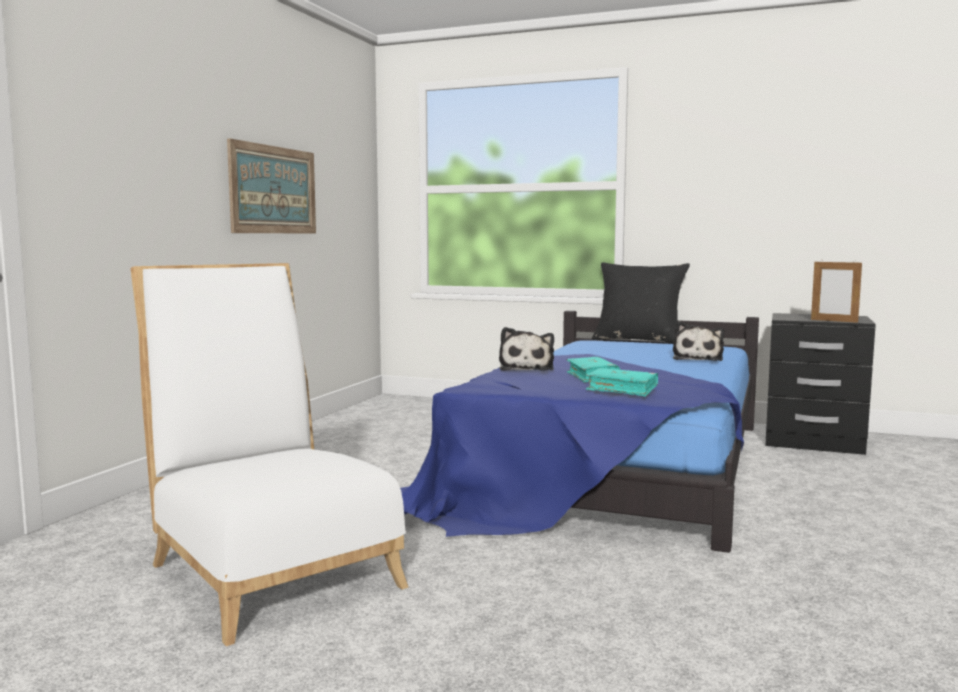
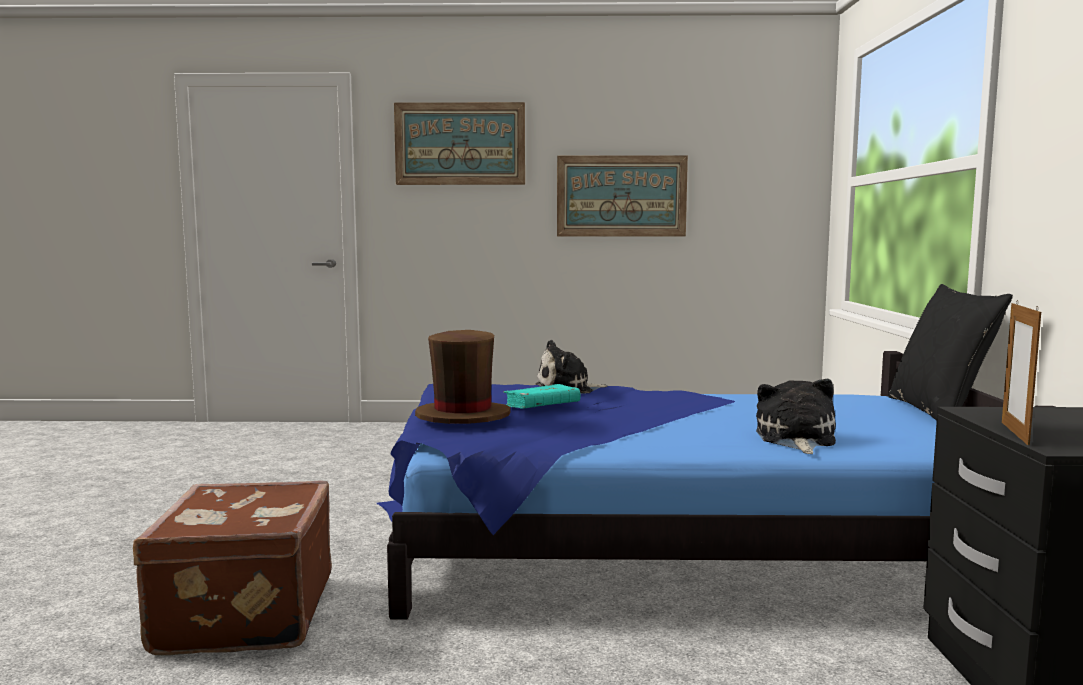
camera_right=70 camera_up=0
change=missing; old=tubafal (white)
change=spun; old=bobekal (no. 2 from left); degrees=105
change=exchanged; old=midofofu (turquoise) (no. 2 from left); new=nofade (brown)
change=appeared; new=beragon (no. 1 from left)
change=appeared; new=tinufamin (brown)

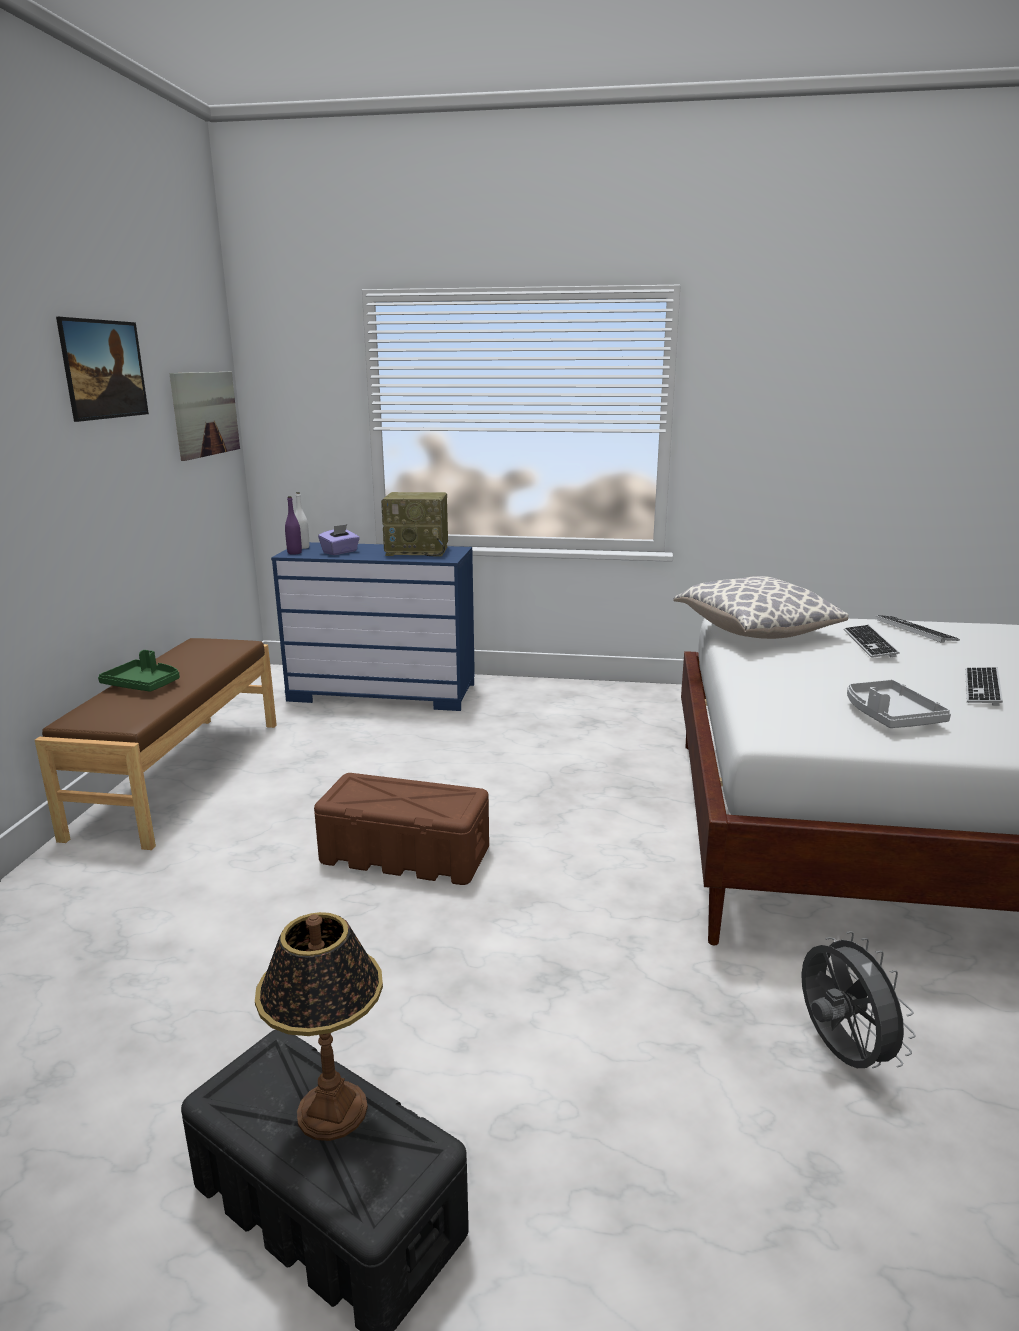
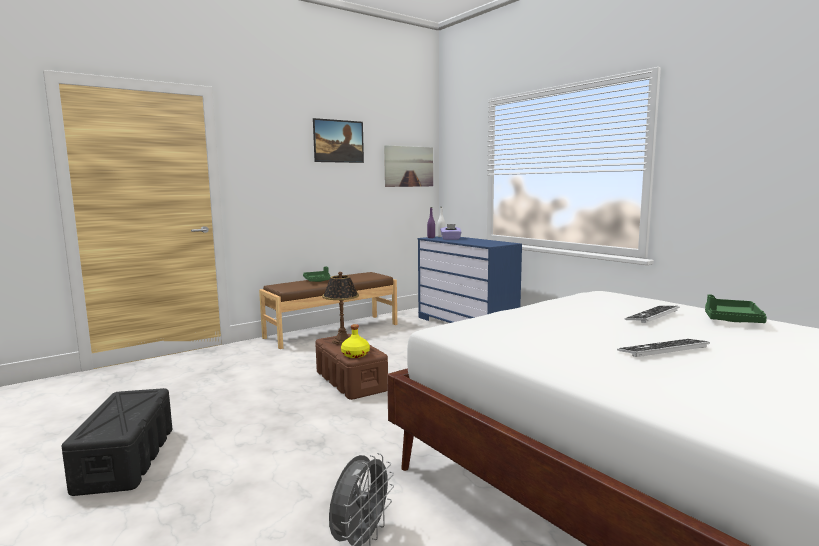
camera_right=45 camera_up=-10
change=missing; old=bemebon
change=missing; old=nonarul
change=exchanged; old=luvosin (no. 2 from left); new=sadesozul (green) (no. 2 from left)
change=missing; old=sadesozul (grey)
change=relocated; old=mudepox
change=appeared; new=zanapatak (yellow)

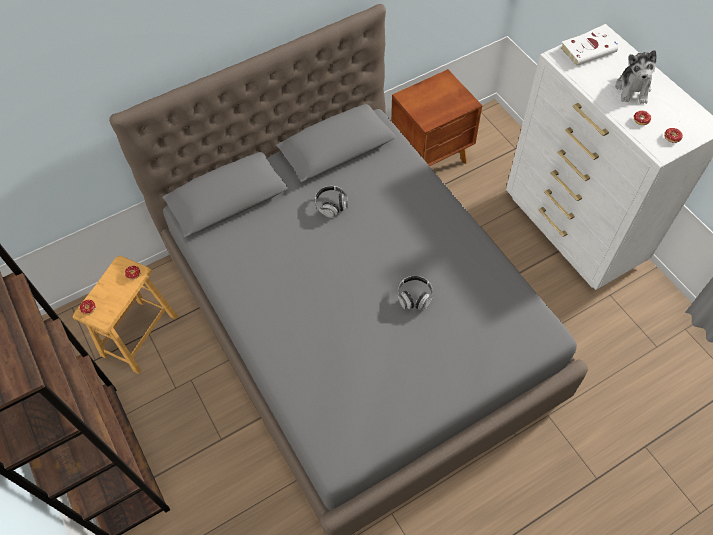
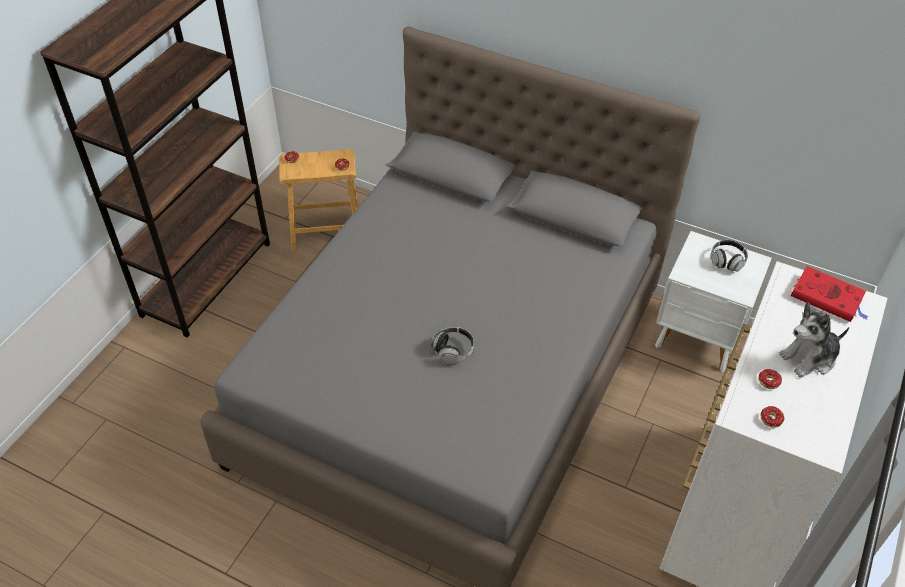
camera_right=55 camera_up=-10
change=colour; old=midofofu (white); new=midofofu (red)
change=colour; old=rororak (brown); new=rororak (white)
change=relocated; old=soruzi (no. 1 from left in the first image); new=soruzi (no. 2 from left)

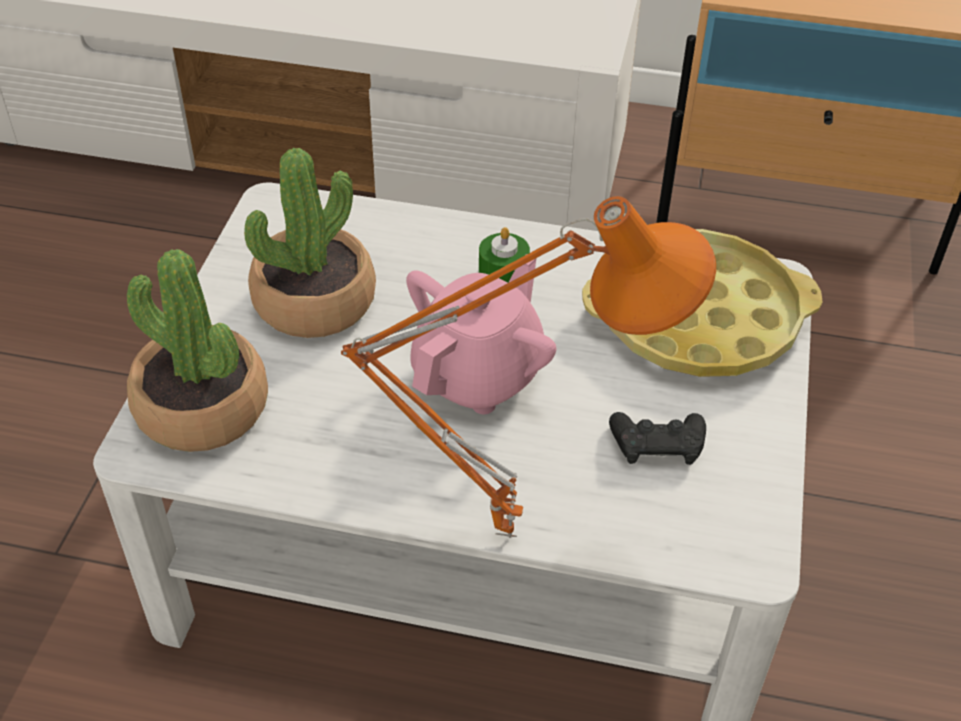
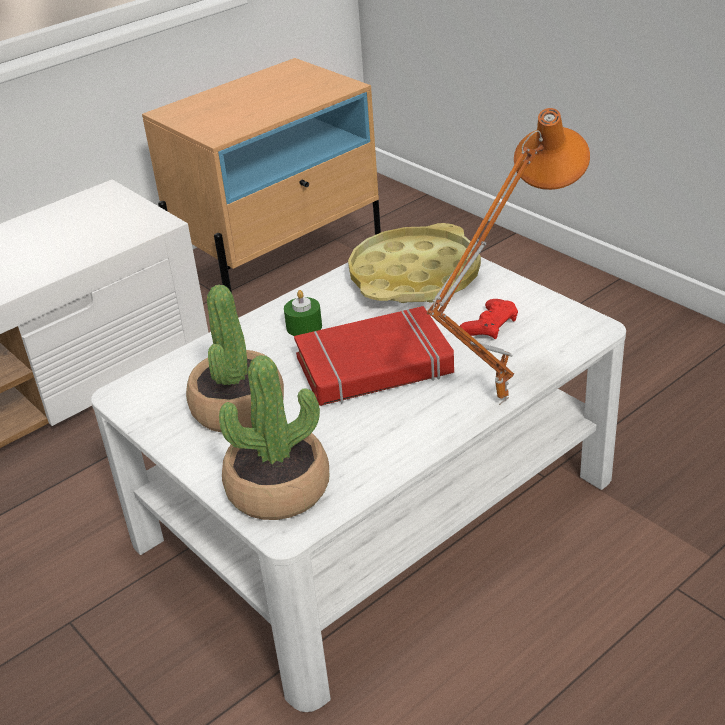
camera_right=-50 camera_up=-10
change=exchanged; old=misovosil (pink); new=midofofu (red)
change=colour; old=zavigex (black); new=zavigex (red)

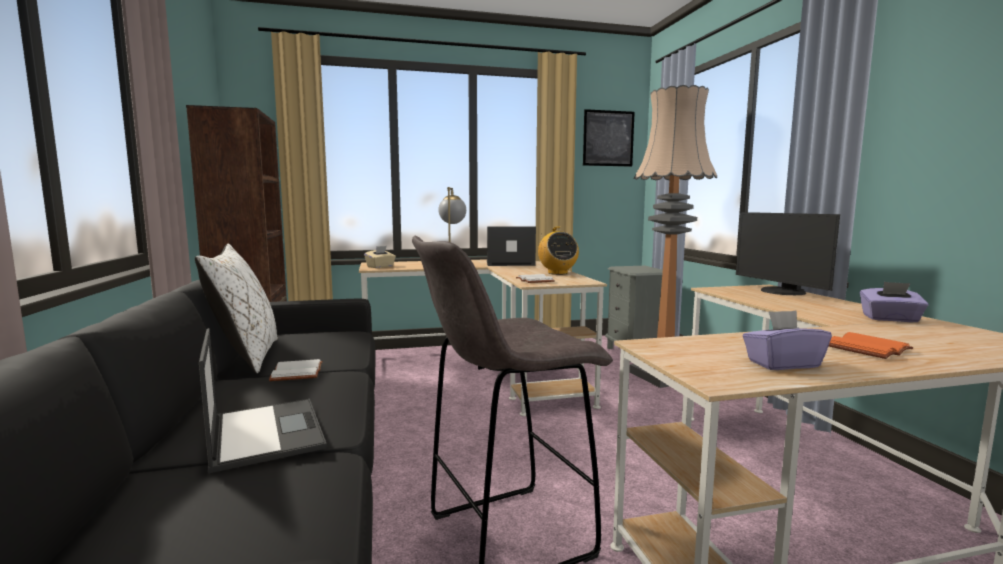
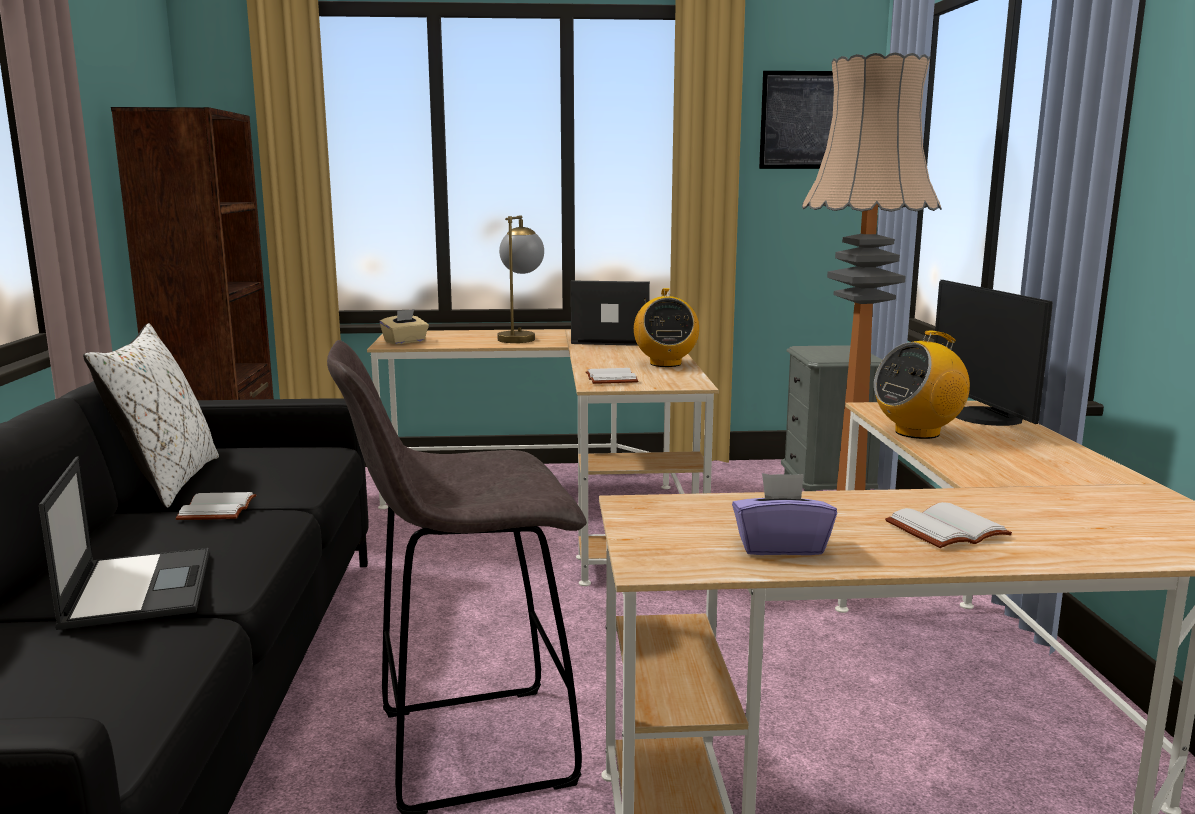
camera_right=10 camera_up=5
change=missing; old=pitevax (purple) (no. 2 from left)
change=colour; old=midofofu (orange); new=midofofu (white) (no. 3 from left)
change=appeared; new=bemebon (no. 2 from left)

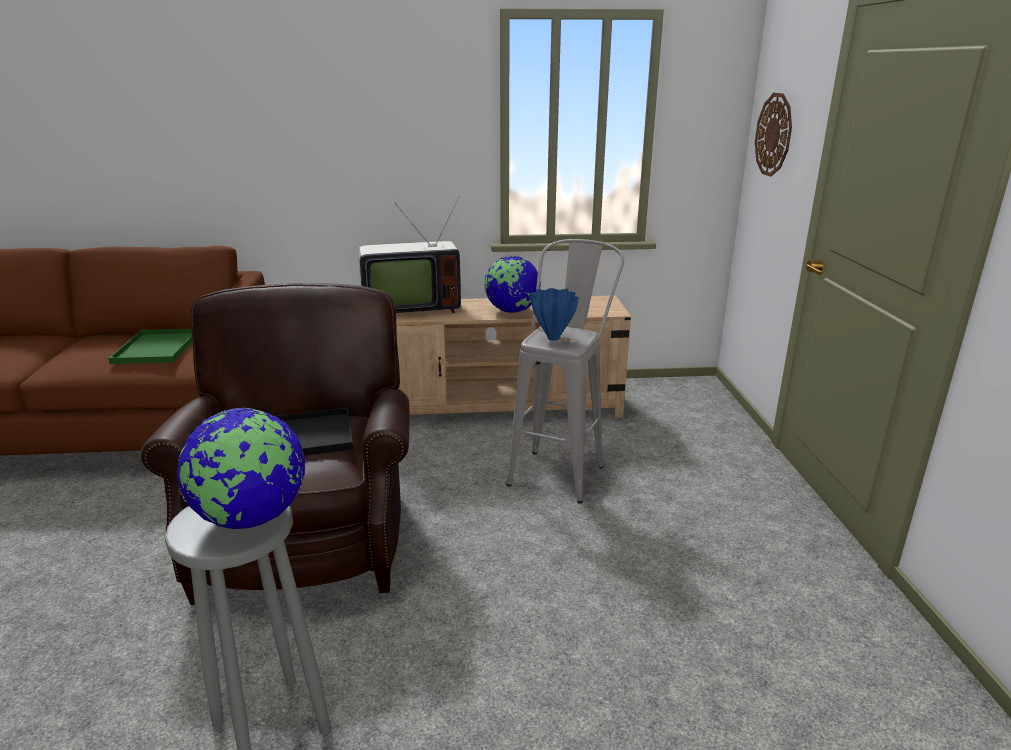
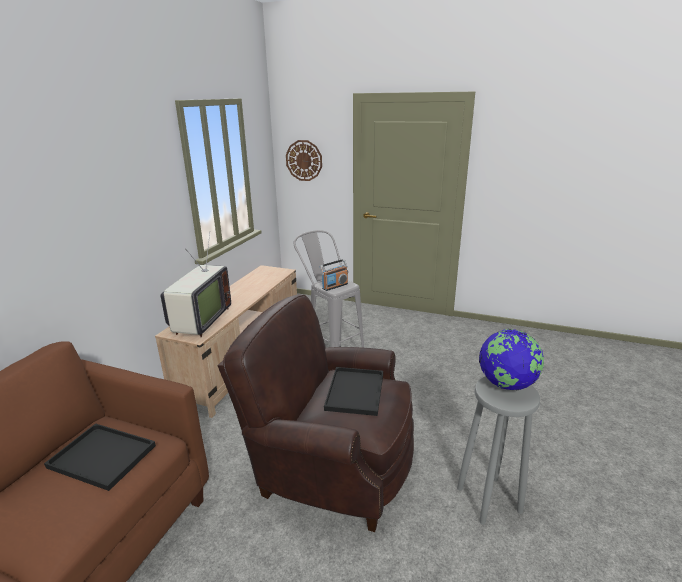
camera_right=-65 camera_up=0
change=missing; old=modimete (no. 2 from left)
change=exchanged; old=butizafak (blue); new=bemebon
change=colour; old=sadesozul (green); new=sadesozul (black) (no. 1 from left)

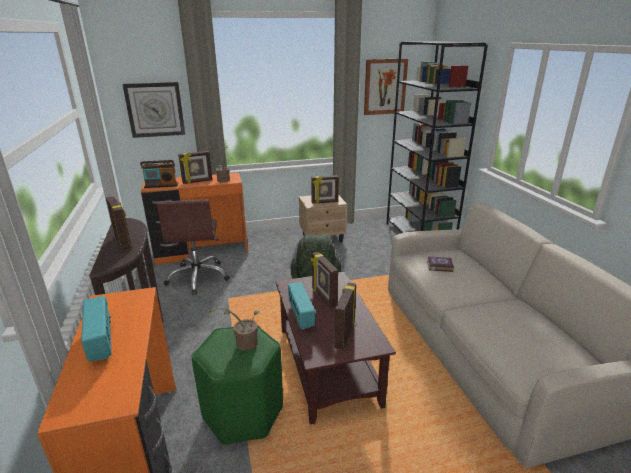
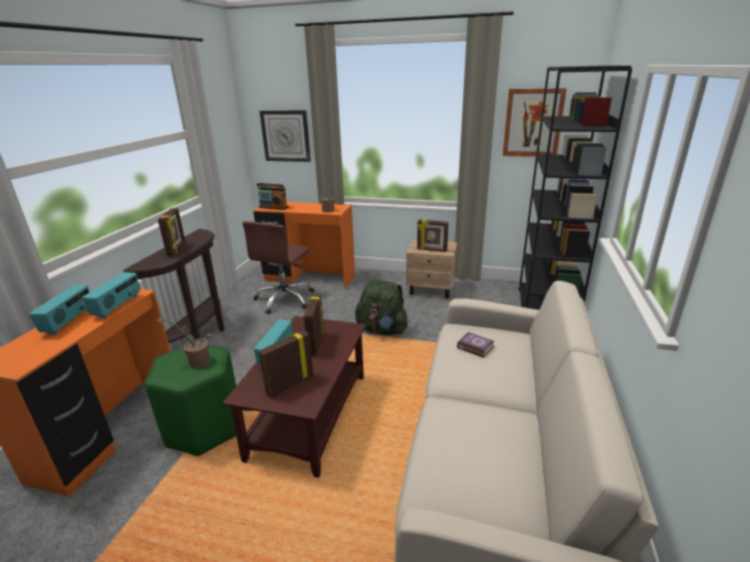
camera_right=30 camera_up=0
change=missing; old=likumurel (no. 2 from left)
change=appeared; new=bemebon (no. 2 from left)

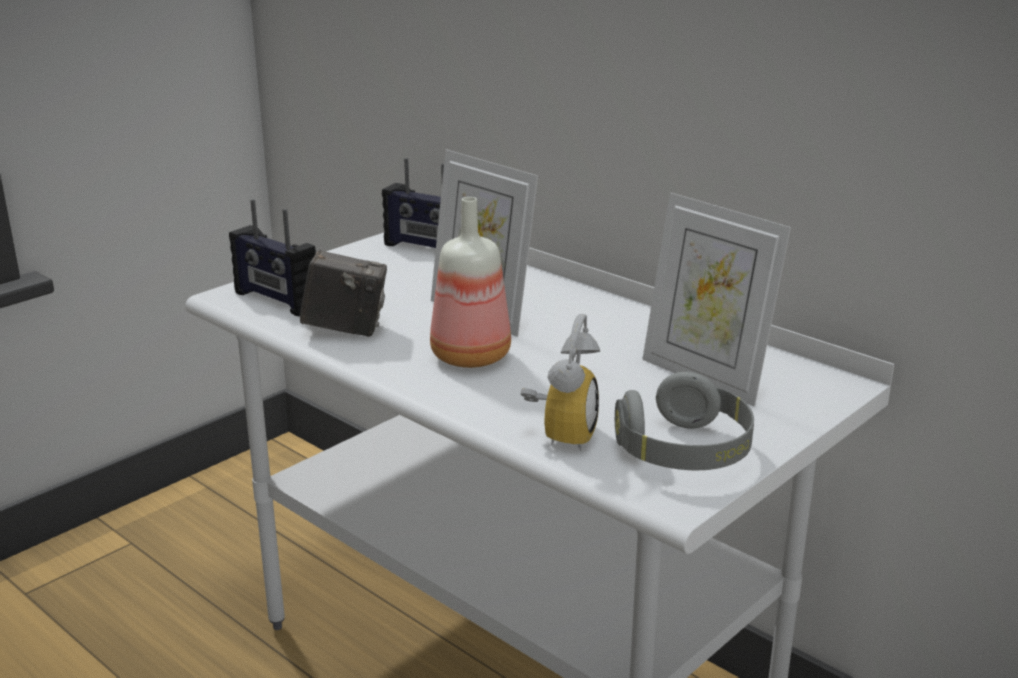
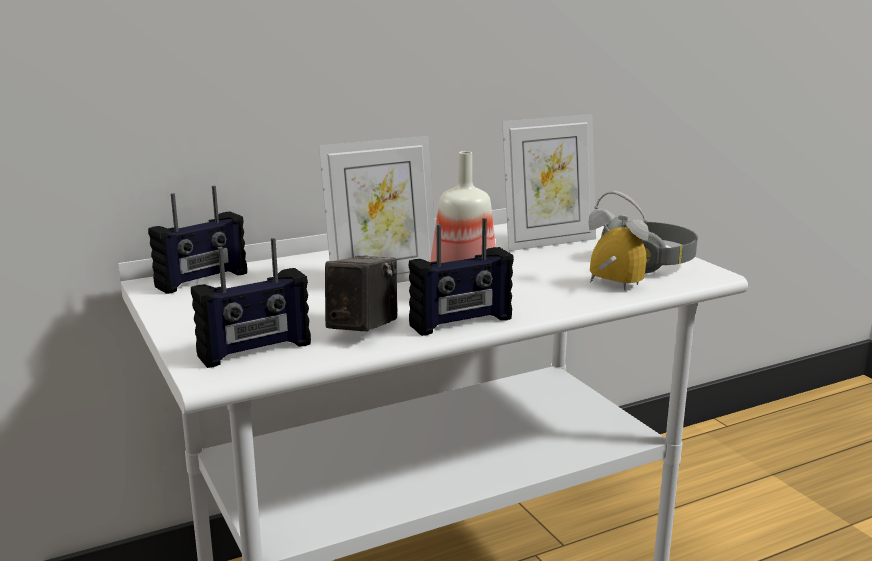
camera_right=-70 camera_up=-5
change=appeared; new=bemebon (no. 3 from left)

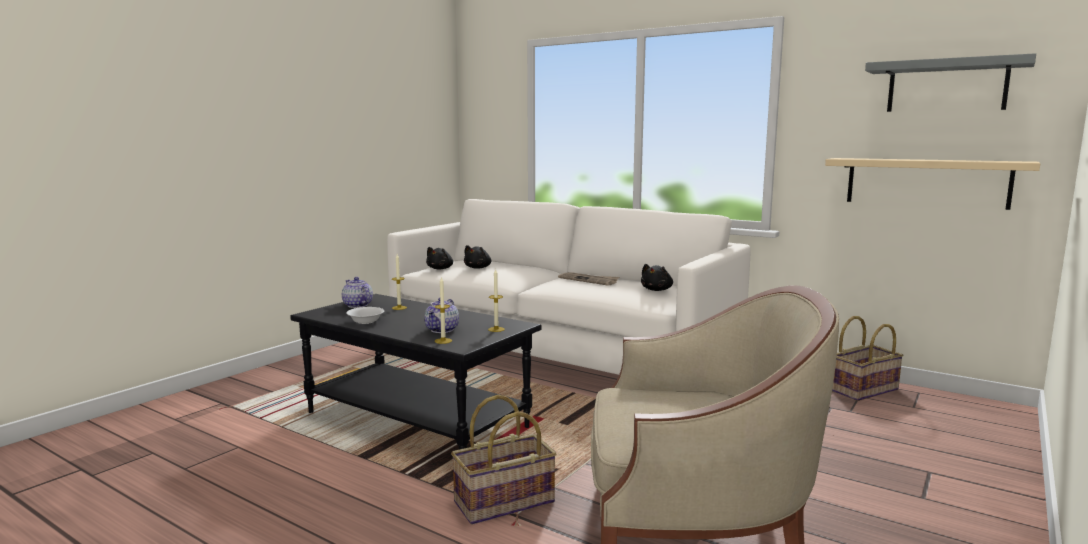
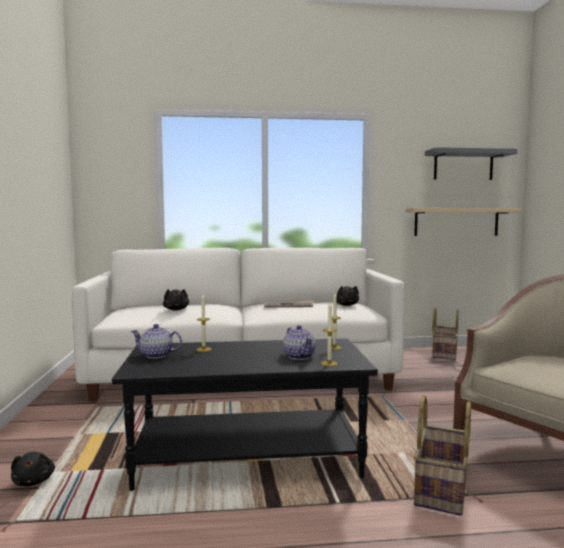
camera_right=-40 camera_up=-5
change=relocated; old=bobekal (black) (no. 1 from left)
change=missing; old=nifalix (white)

